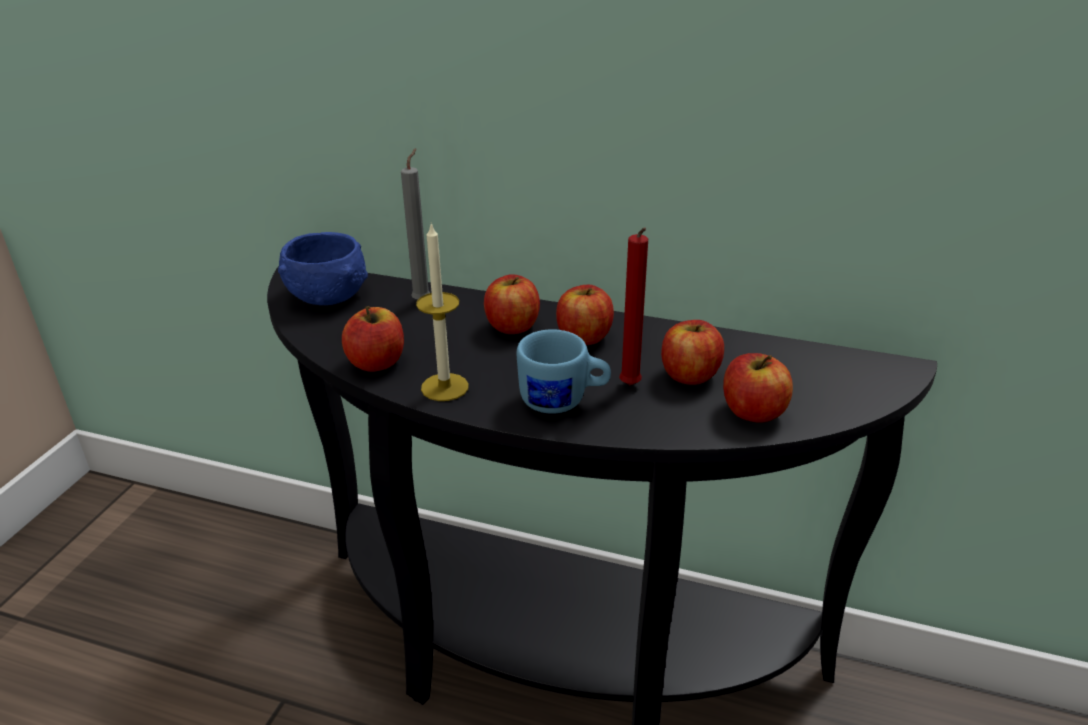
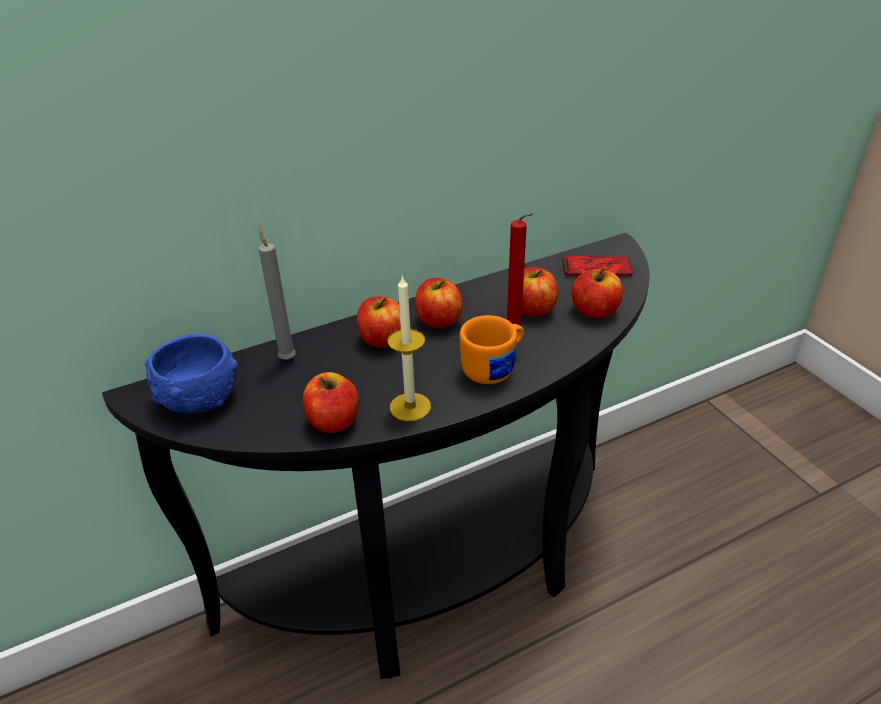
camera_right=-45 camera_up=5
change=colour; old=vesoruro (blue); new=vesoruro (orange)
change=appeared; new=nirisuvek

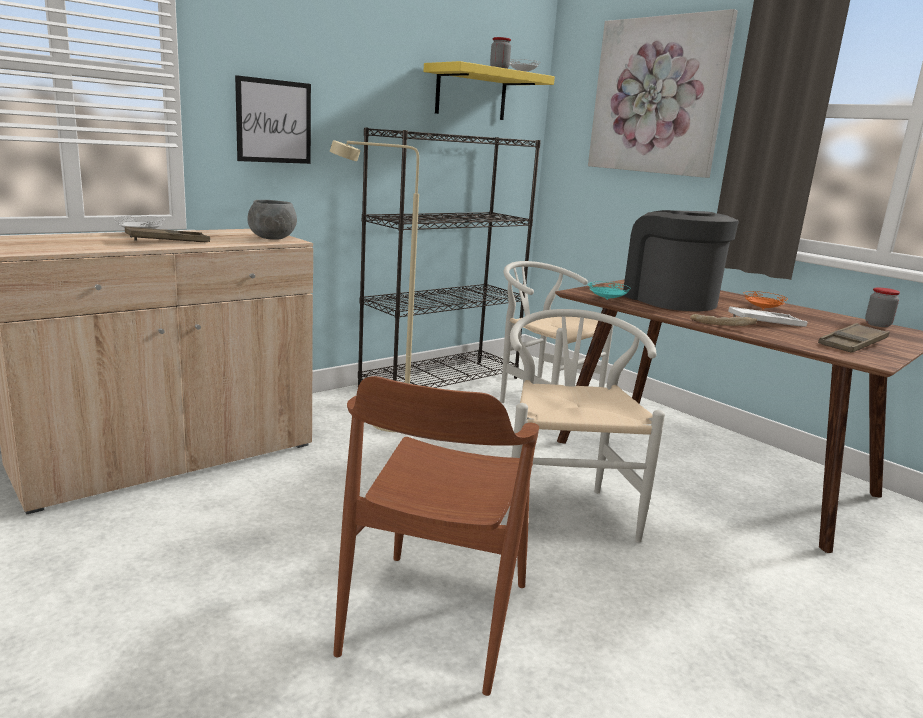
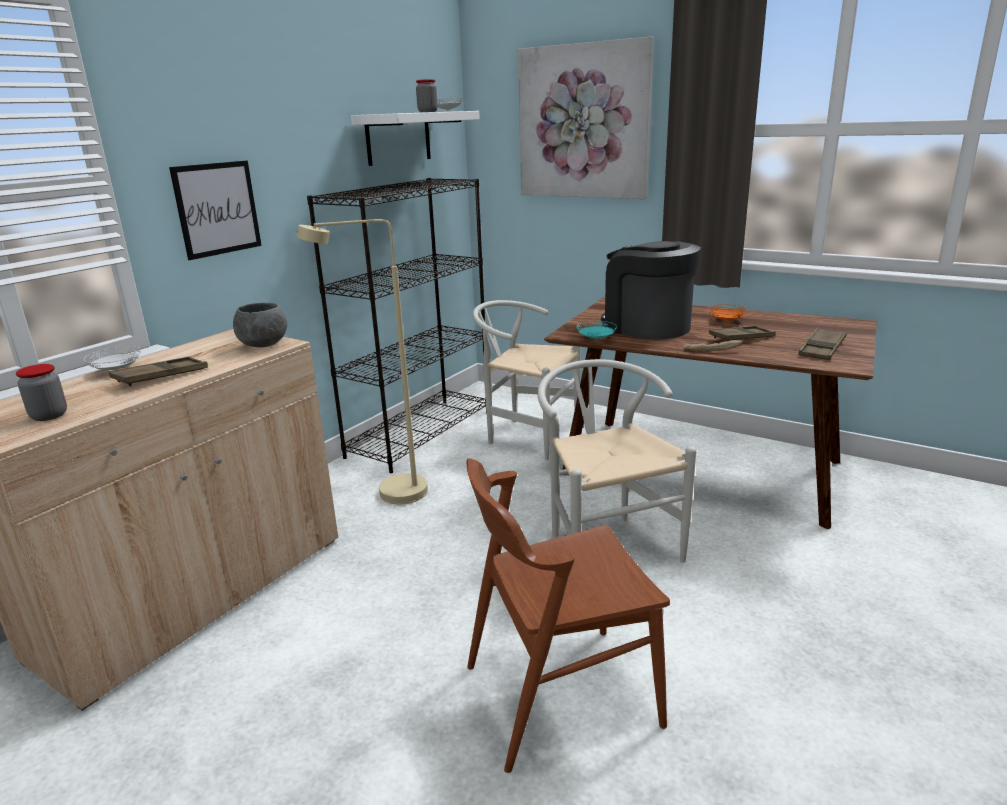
camera_right=-15 camera_up=5
change=colour; old=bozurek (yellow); new=bozurek (white)
change=relocated; old=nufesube (no. 2 from left in the first image); new=nufesube (no. 1 from left)
change=colour; old=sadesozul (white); new=sadesozul (brown) (no. 2 from left)
change=spun; old=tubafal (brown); degrees=75

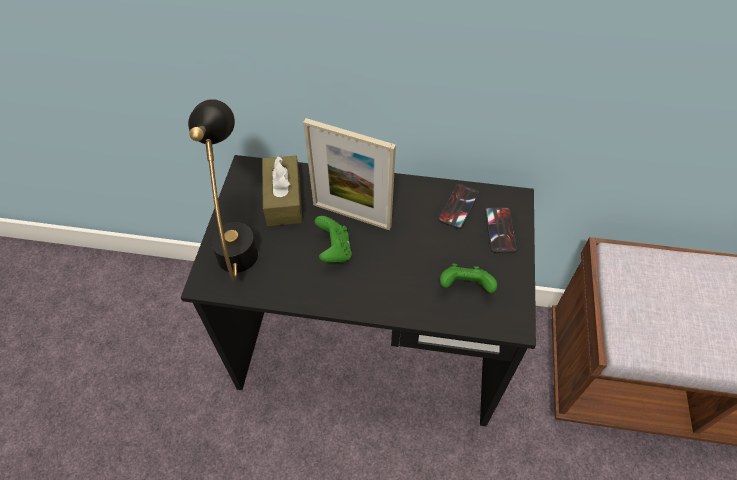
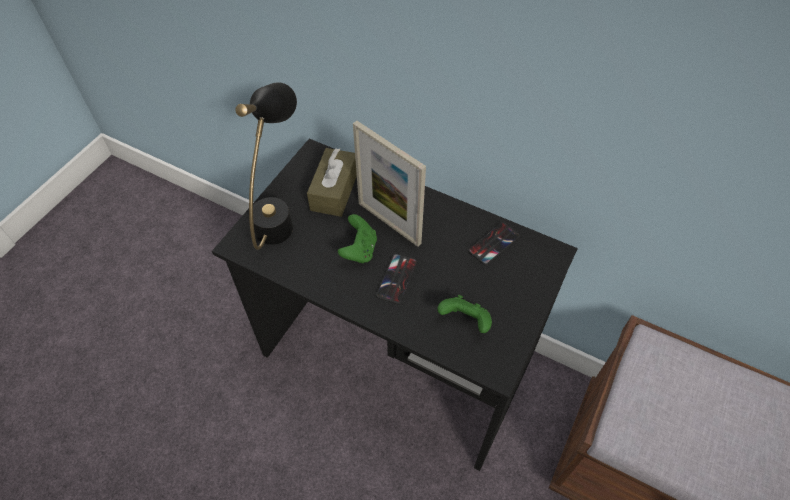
camera_right=20 camera_up=0
change=relocated; old=nirisuvek (no. 2 from left in the first image); new=nirisuvek (no. 1 from left)

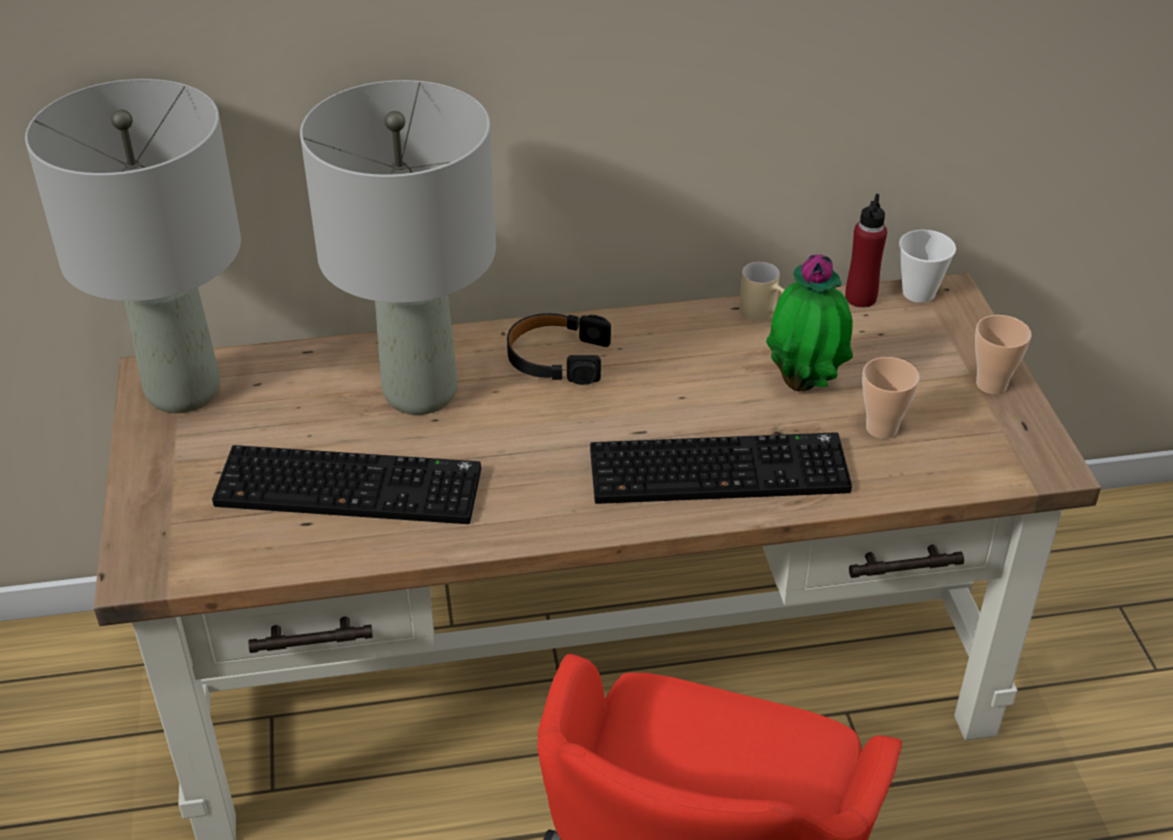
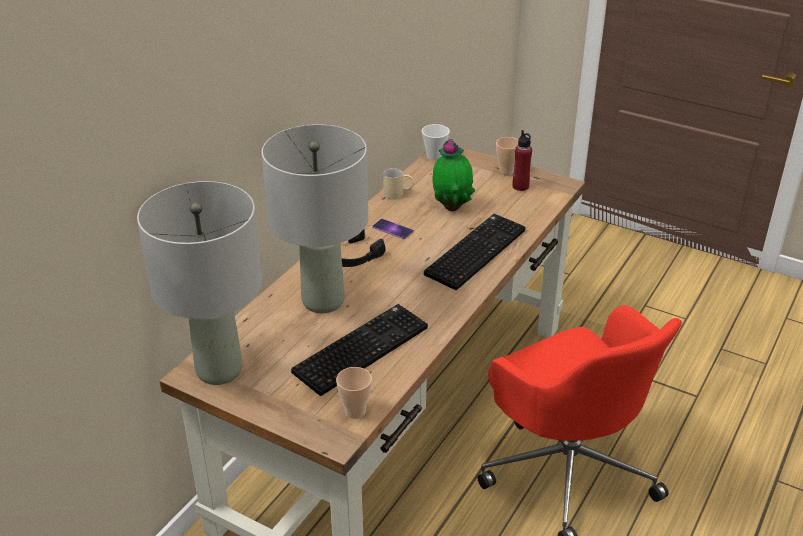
camera_right=-50 camera_up=-5
change=relocated; old=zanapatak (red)
change=relocated; old=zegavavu (no. 1 from left)
change=appeared; new=nirisuvek

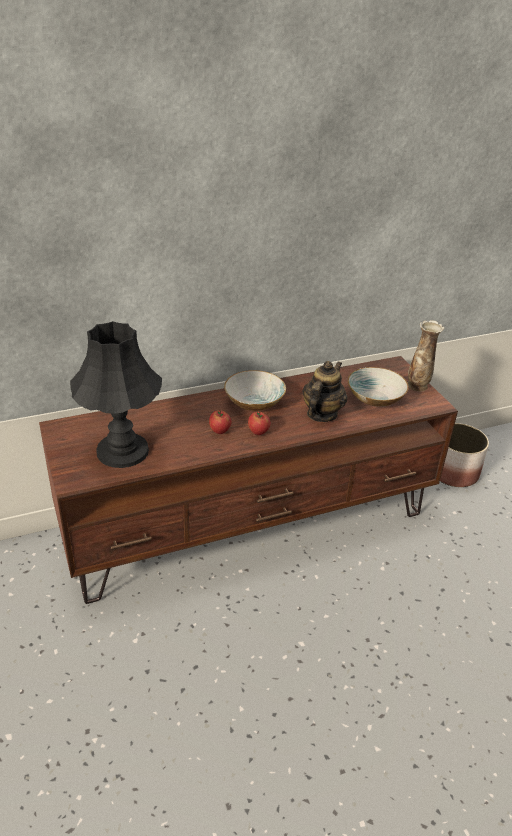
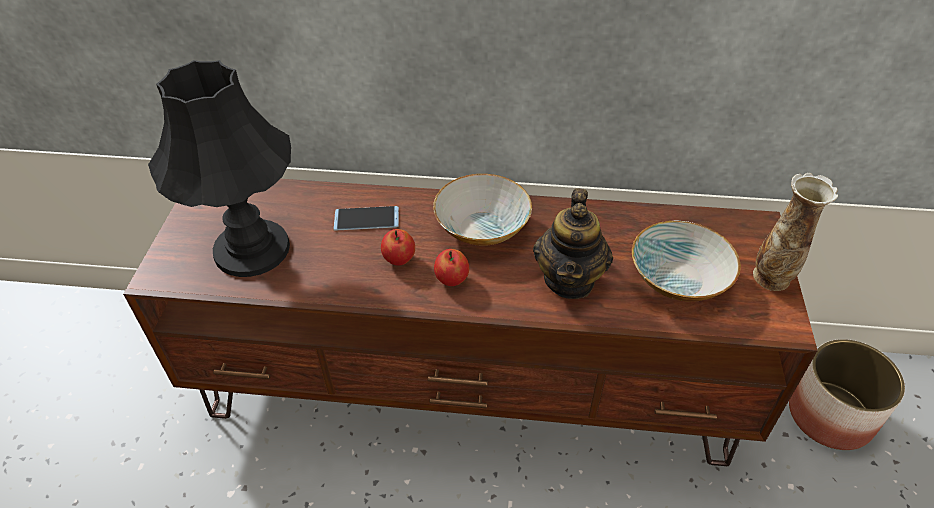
camera_right=30 camera_up=10
change=spun; old=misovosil; degrees=135
change=appeared; new=nirisuvek

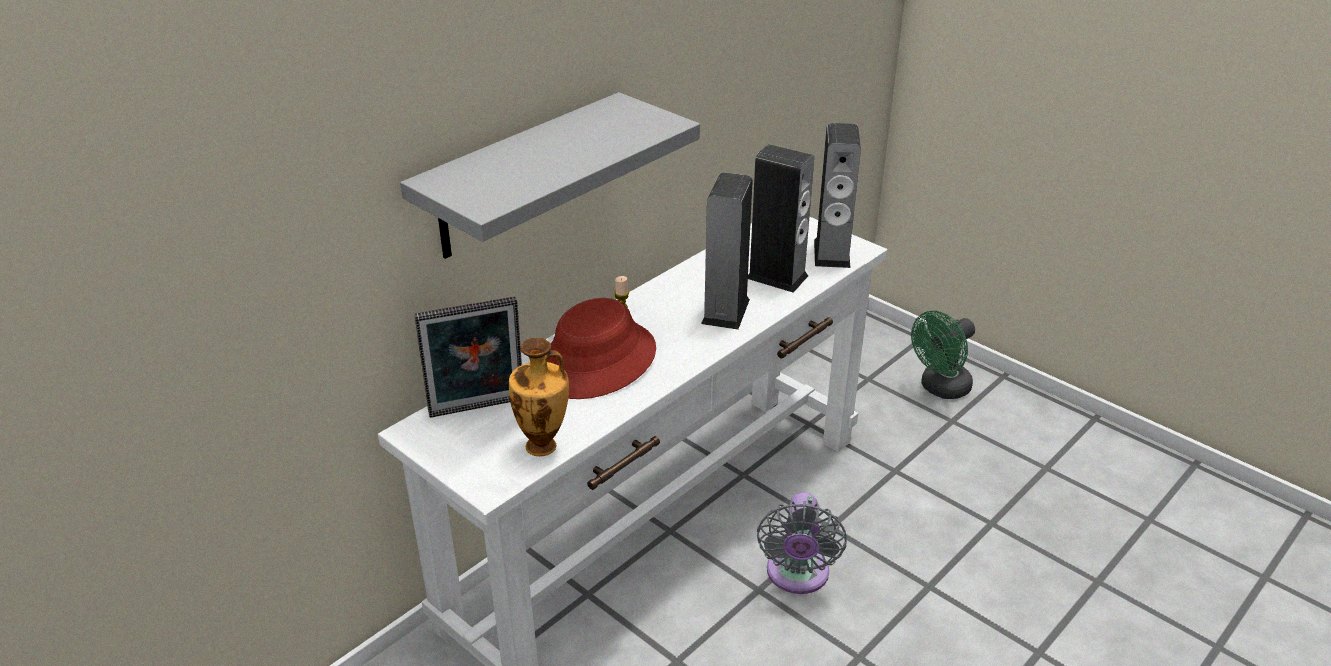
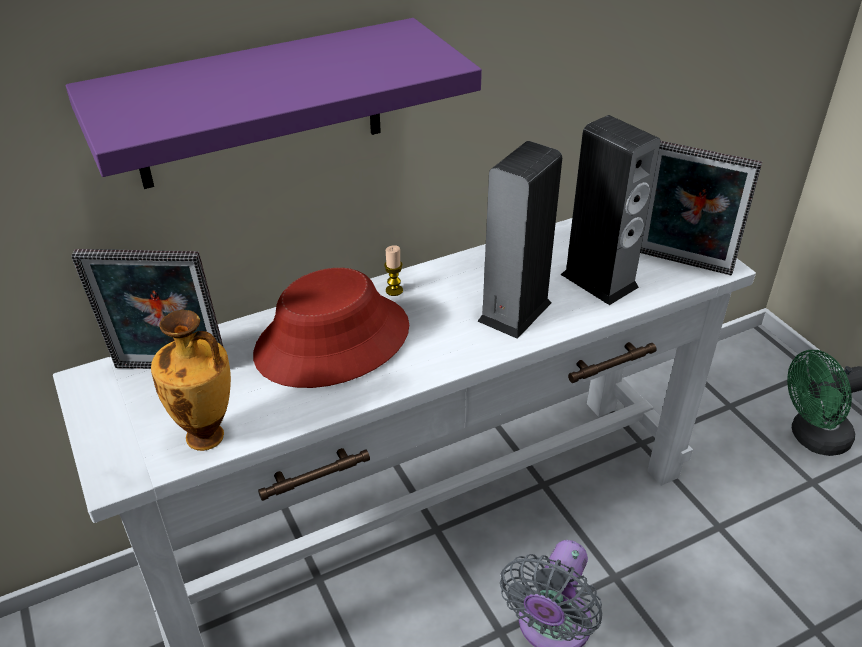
camera_right=20 camera_up=5
change=colour; old=bozurek (grey); new=bozurek (purple)
change=exchanged; old=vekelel (no. 3 from left); new=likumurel (no. 2 from left)

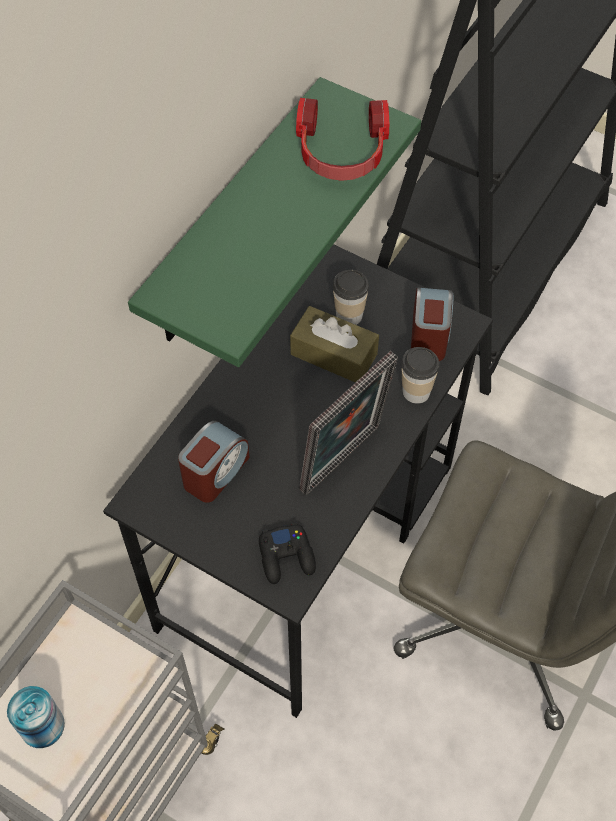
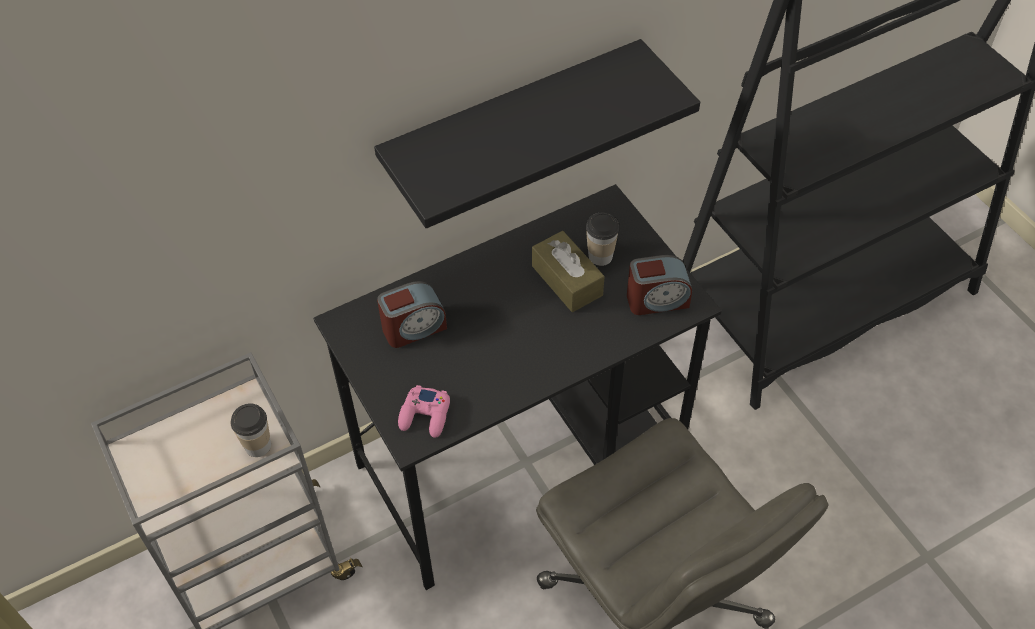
camera_right=30 camera_up=-5
change=colour; old=bozurek (green); new=bozurek (black)
change=missing; old=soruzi
change=spun; old=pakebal (no. 2 from left); degrees=45
change=relocated; old=zegavavu (no. 2 from left in the first image); new=zegavavu (no. 1 from left)
change=missing; old=likumurel
change=colour; old=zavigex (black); new=zavigex (pink)
change=missing; old=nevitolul

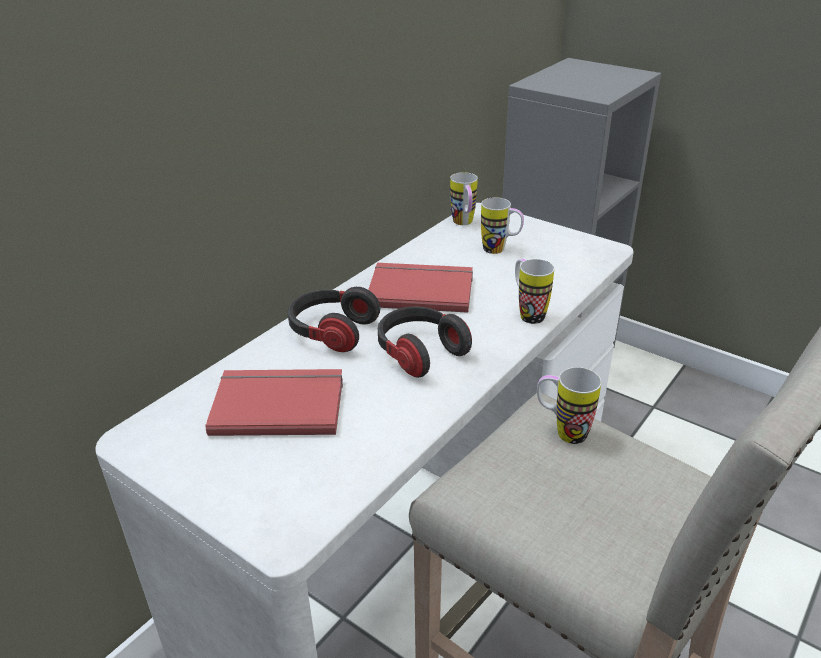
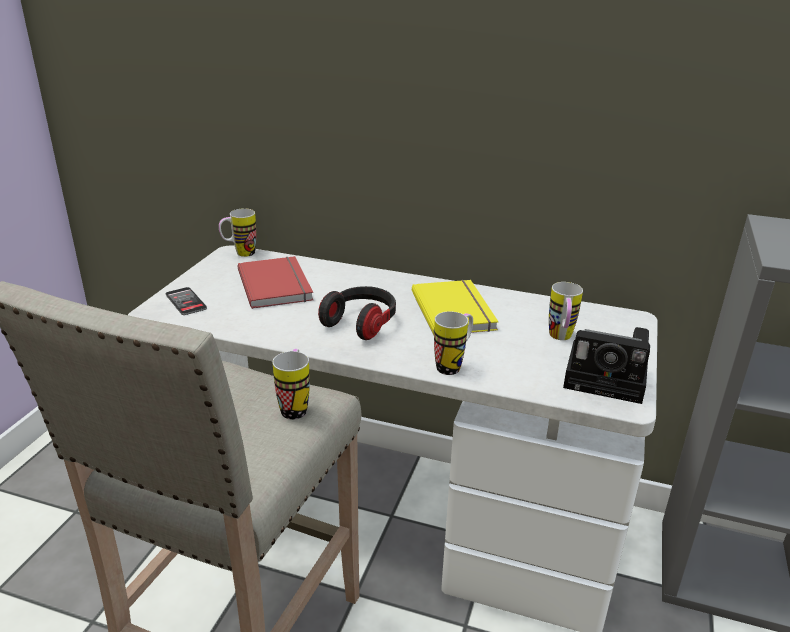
camera_right=70 camera_up=-5
change=relocated; old=vesoruro (no. 1 from left)
change=colour; old=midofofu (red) (no. 2 from left); new=midofofu (yellow)
change=missing; old=soruzi (no. 1 from left)
change=appeared; new=nirisuvek
change=appeared; new=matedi

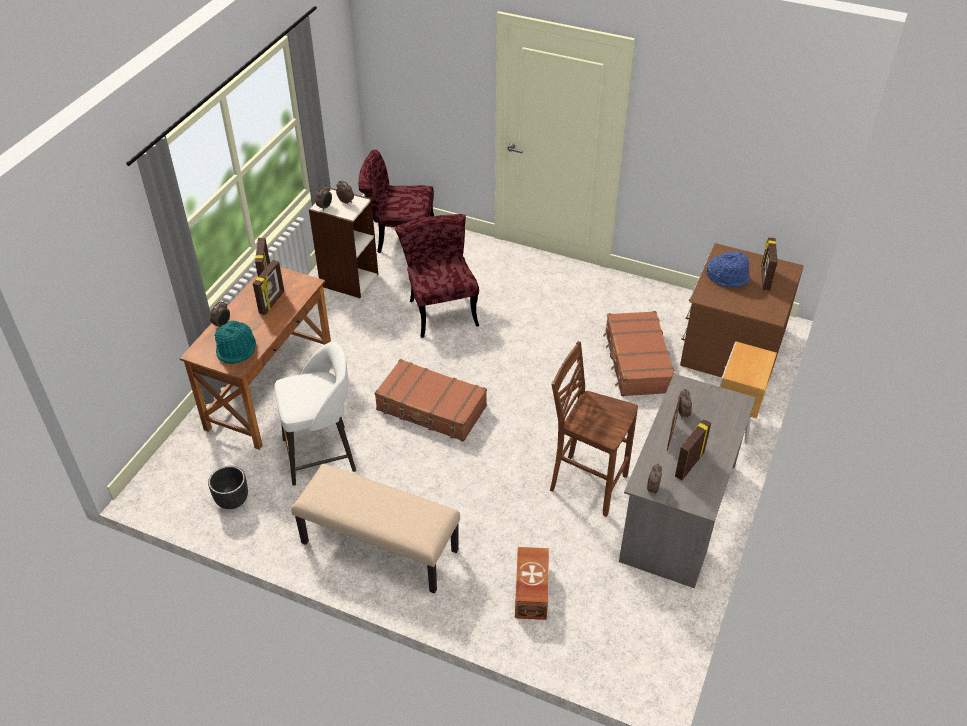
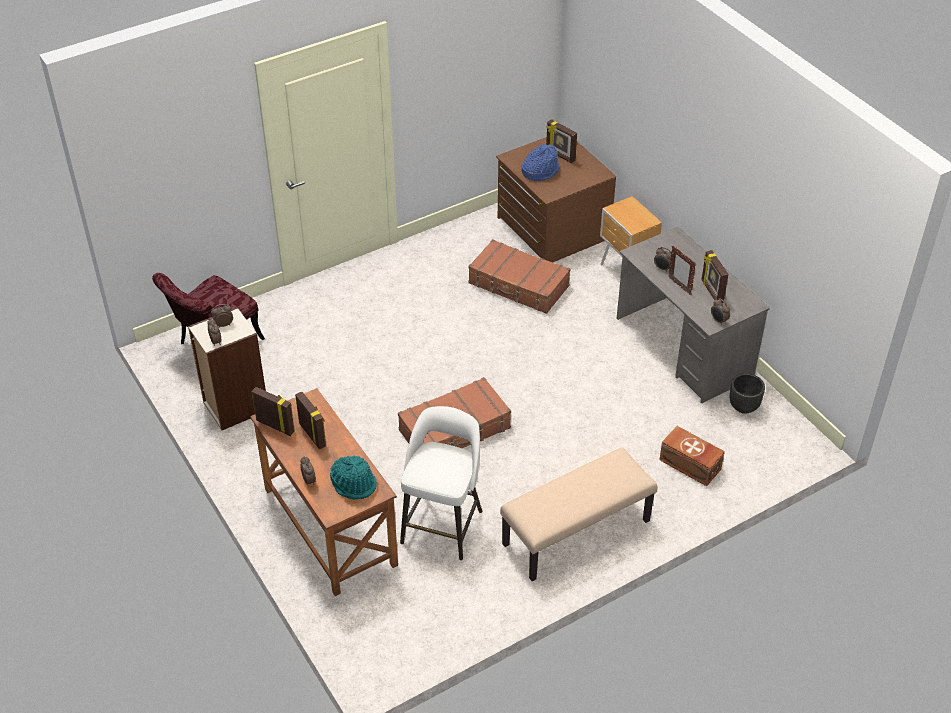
camera_right=-55 camera_up=0
change=missing; old=tubafal (red) (no. 2 from left)
change=missing; old=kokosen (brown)
change=relocated; old=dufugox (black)

